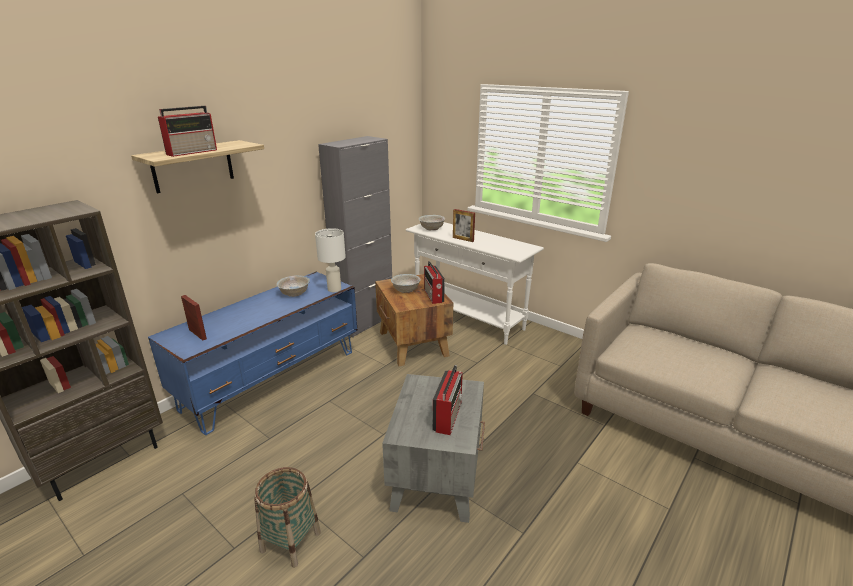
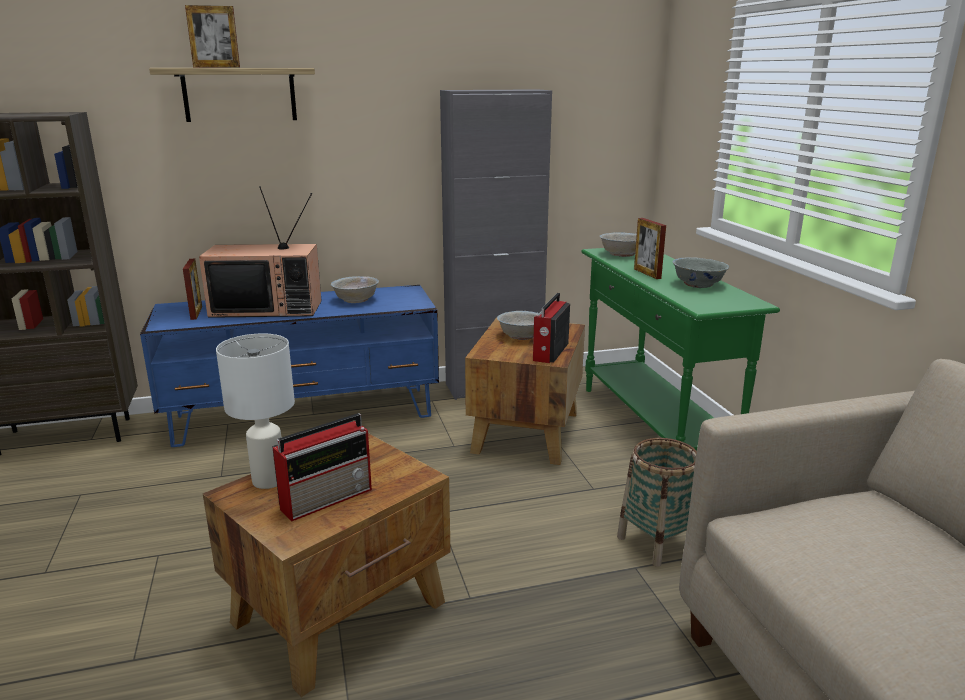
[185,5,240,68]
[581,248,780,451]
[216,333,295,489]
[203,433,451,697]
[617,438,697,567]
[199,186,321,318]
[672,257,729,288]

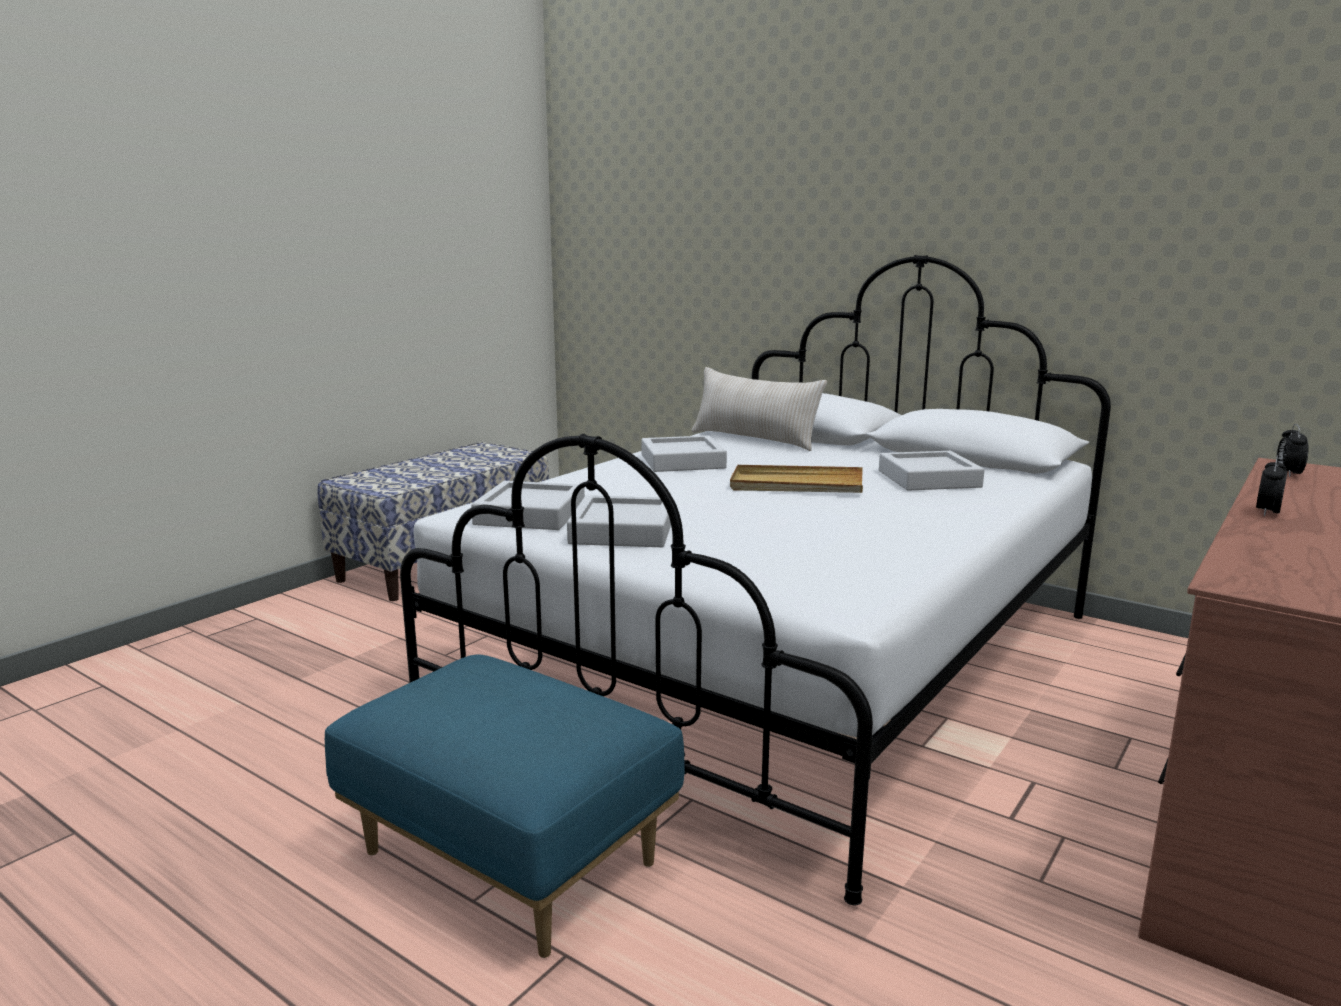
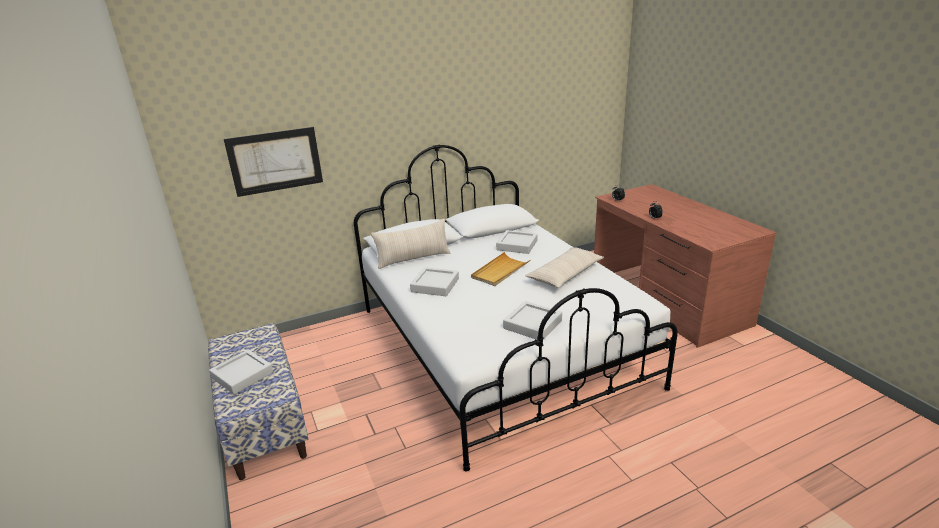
[209,350,273,395]
[325,655,685,958] (first image)
[224,127,323,197]
[525,247,604,288]

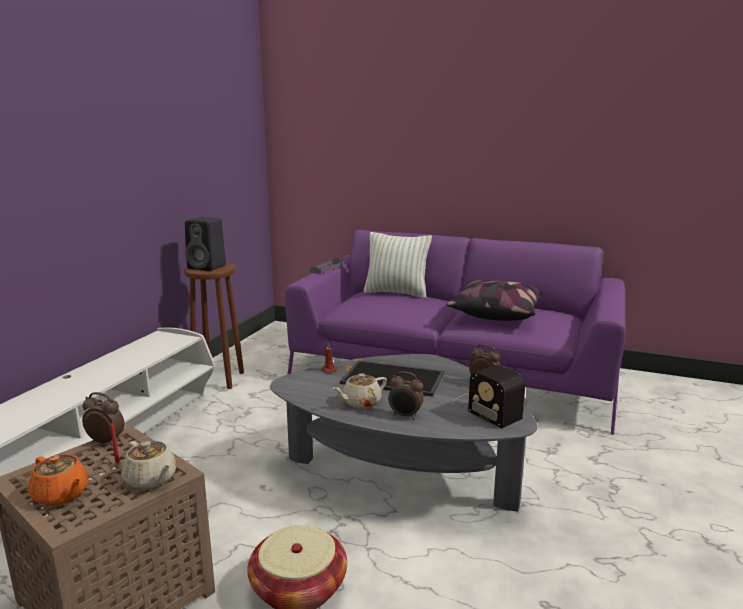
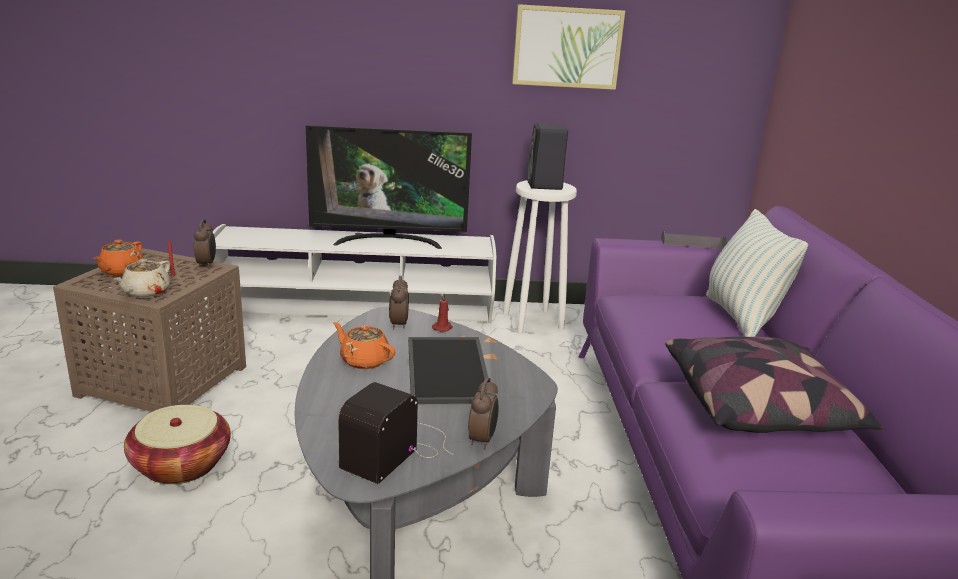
[503,180,577,333]
[389,276,409,330]
[333,322,396,369]
[512,4,625,90]
[306,125,472,249]

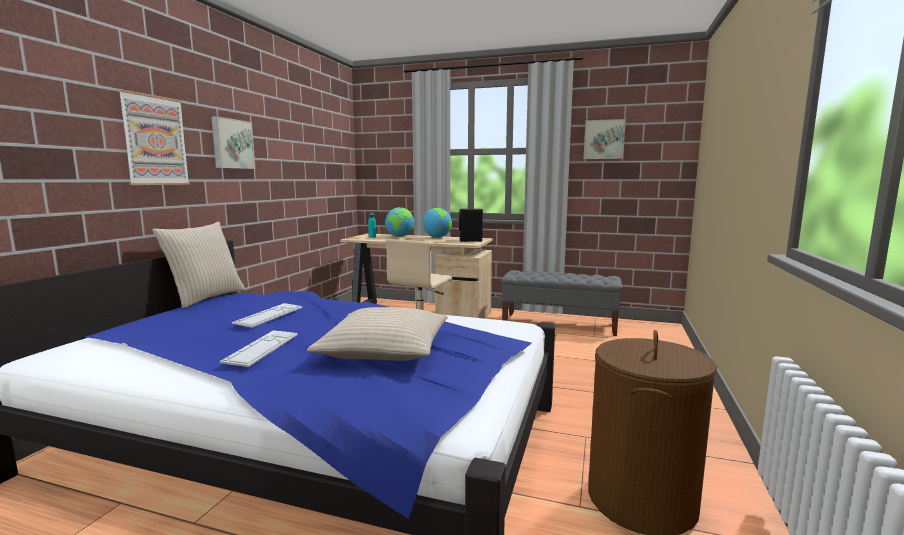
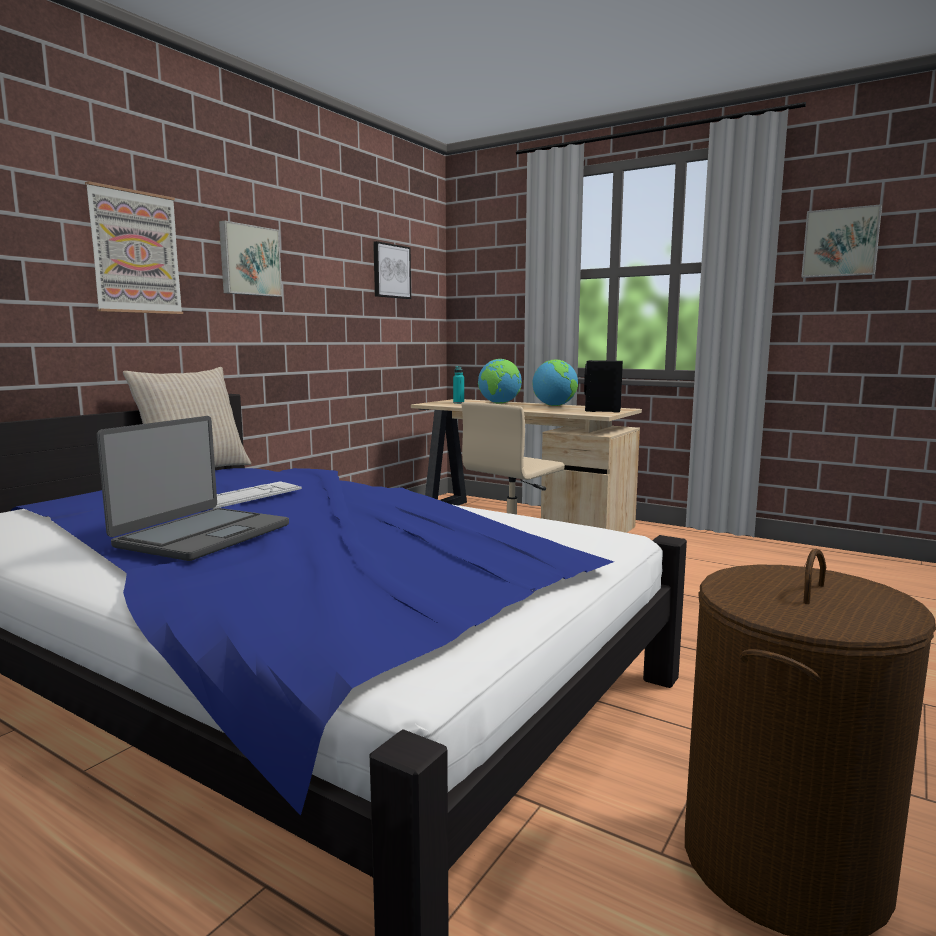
[501,270,622,336] (first image)
[307,307,448,361] (first image)
[97,416,289,561]
[373,241,411,299]

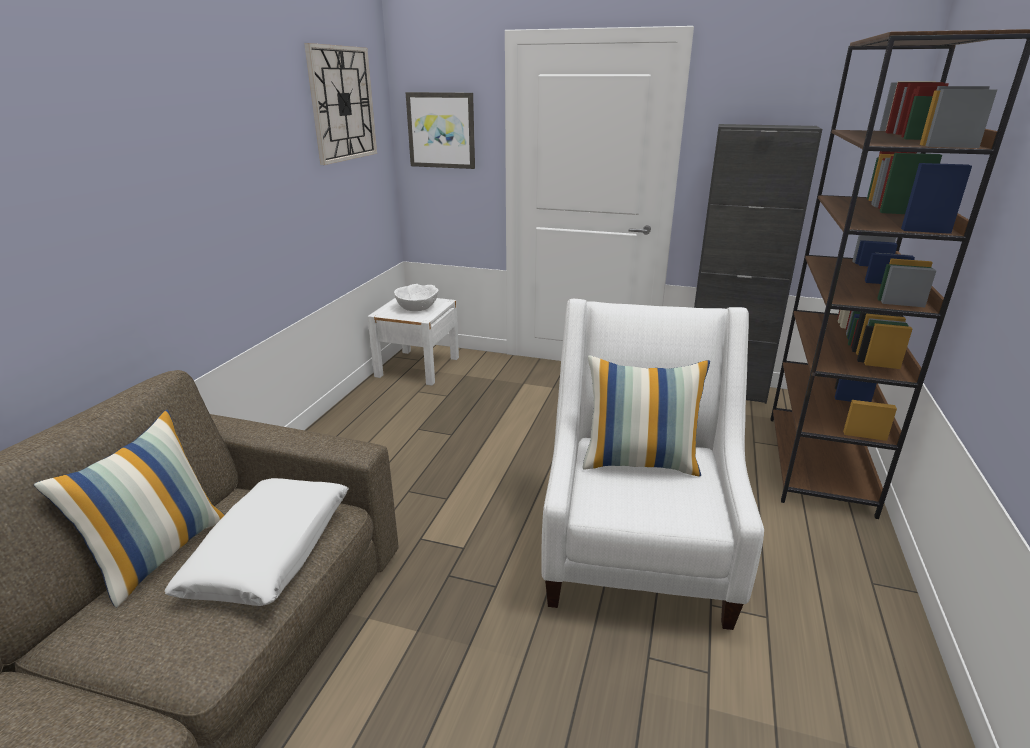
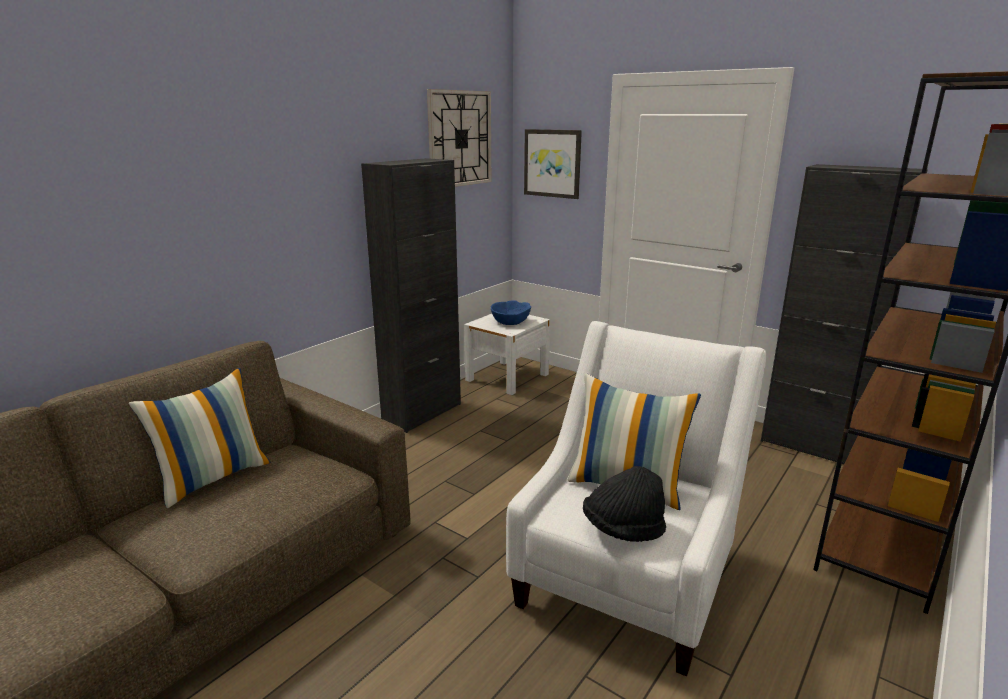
[491,300,531,325]
[164,478,348,606] (first image)
[361,158,461,433]
[583,466,666,542]

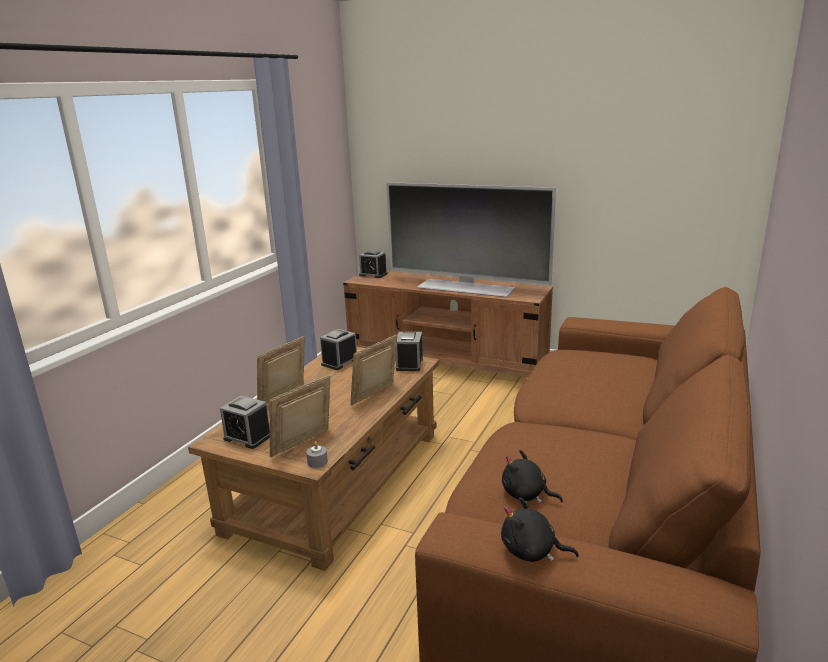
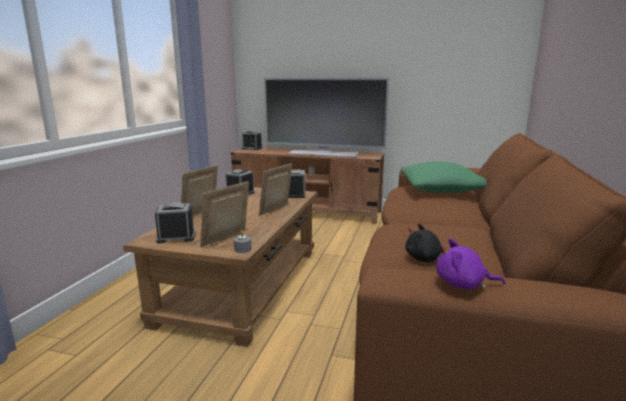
[155,202,196,243]
[436,238,505,289]
[401,161,487,193]

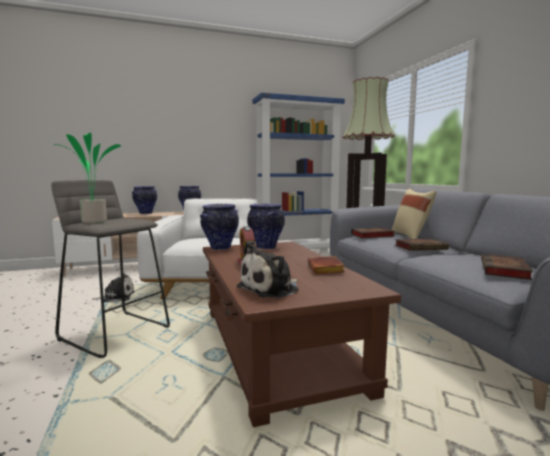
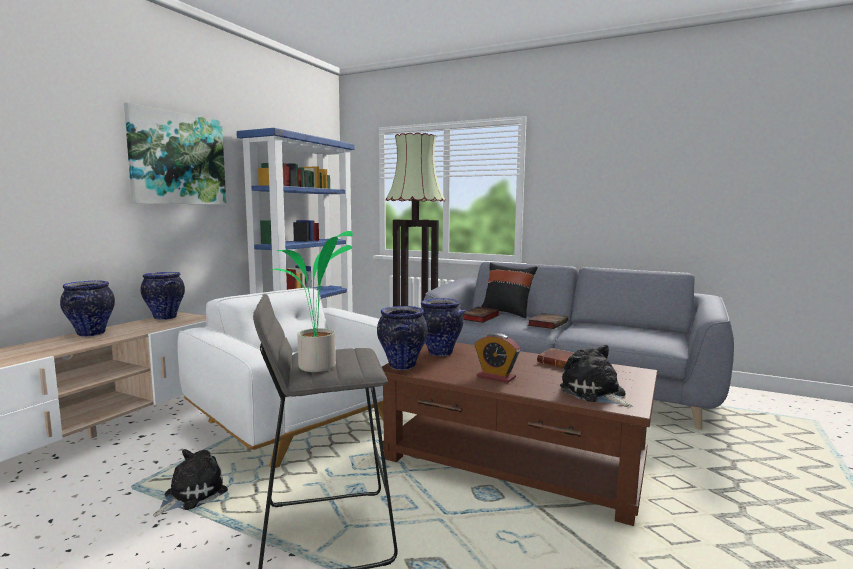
[481,263,538,318]
[560,345,632,407]
[481,254,533,280] (first image)
[124,103,226,205]

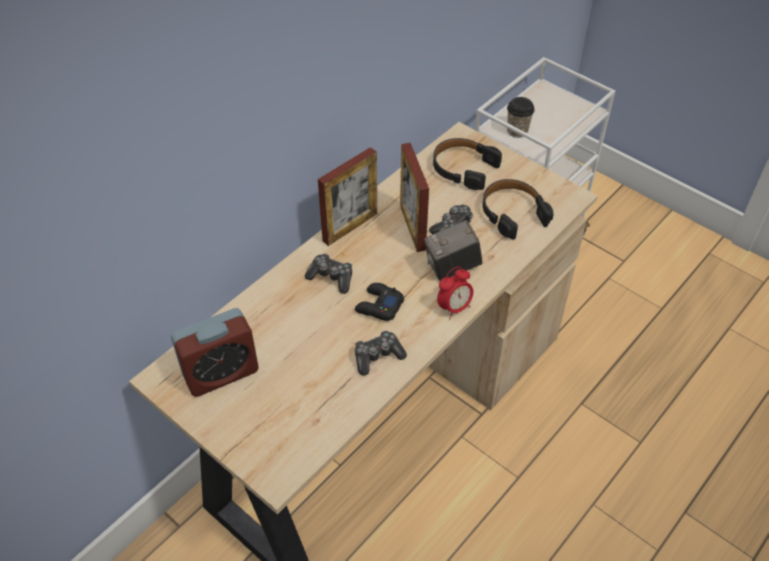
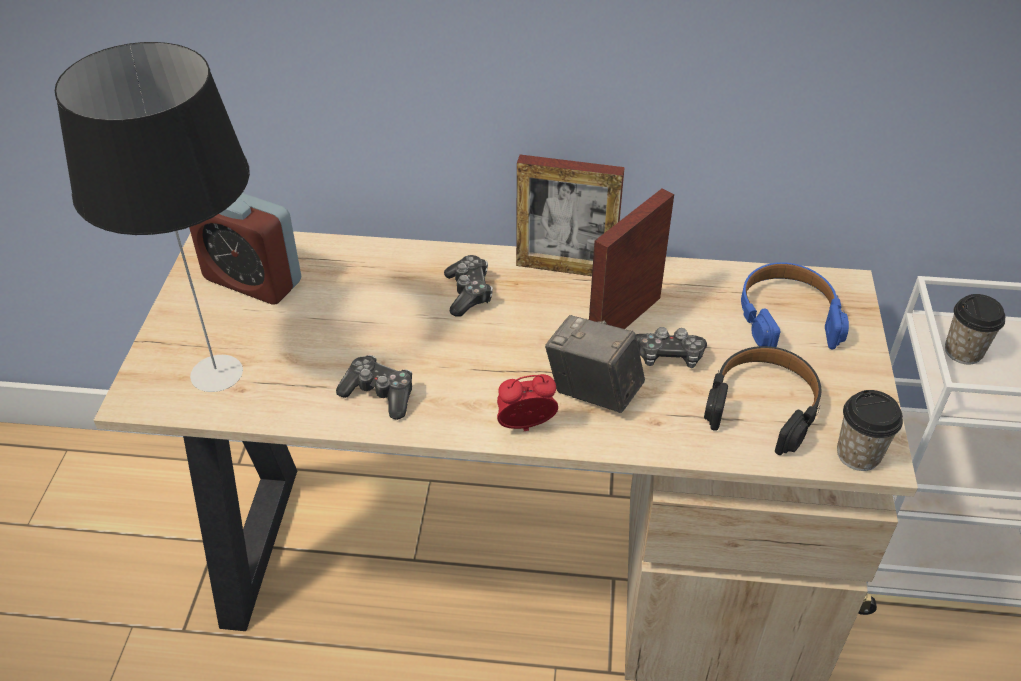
[741,262,849,349]
[497,374,558,431]
[355,283,404,321] (first image)
[55,42,250,392]
[837,390,903,471]

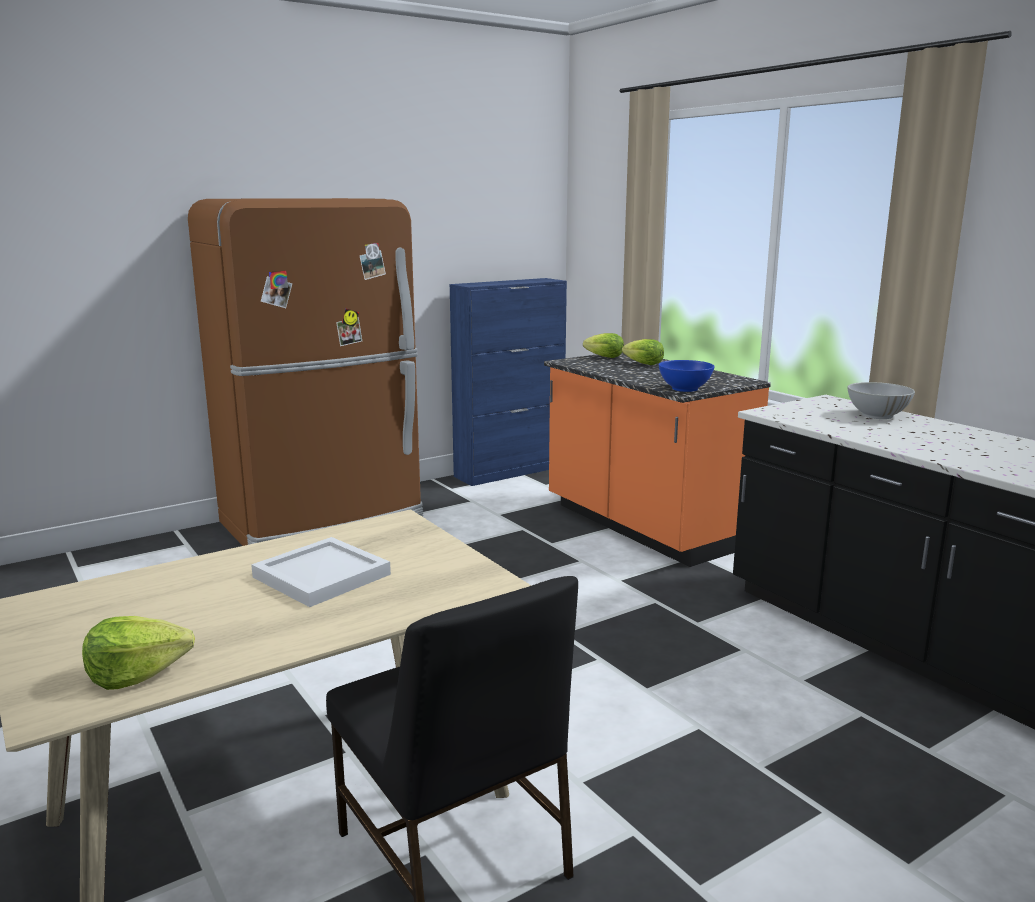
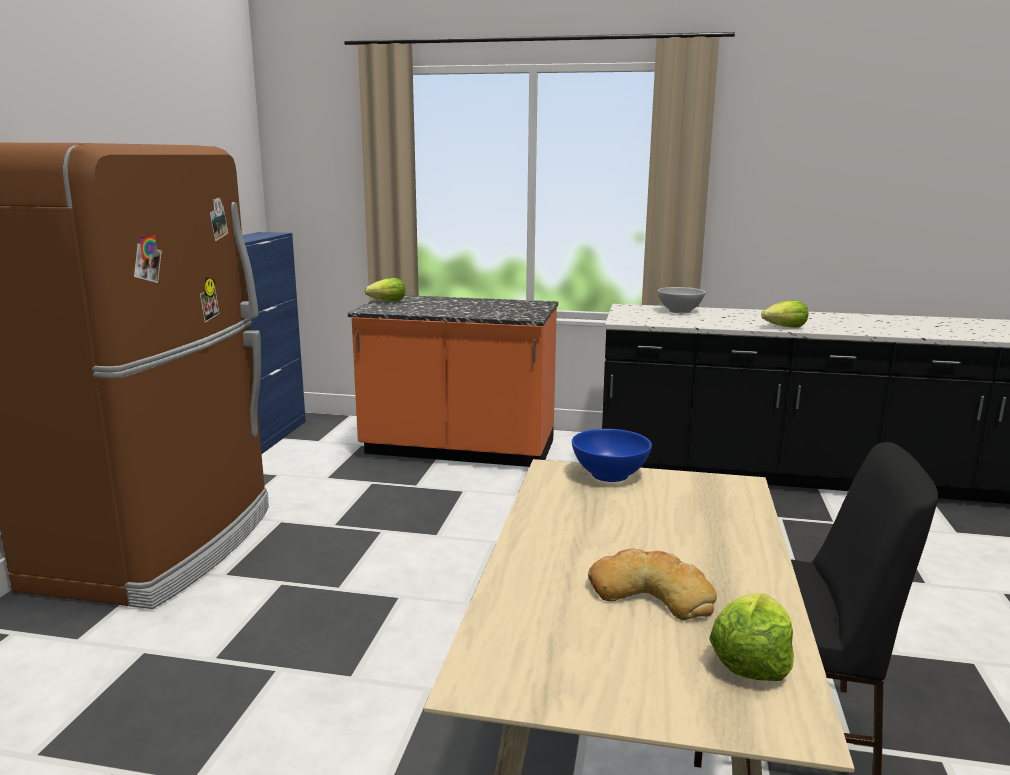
[761,300,808,328]
[572,429,652,482]
[251,537,391,607] (first image)
[588,549,717,620]

